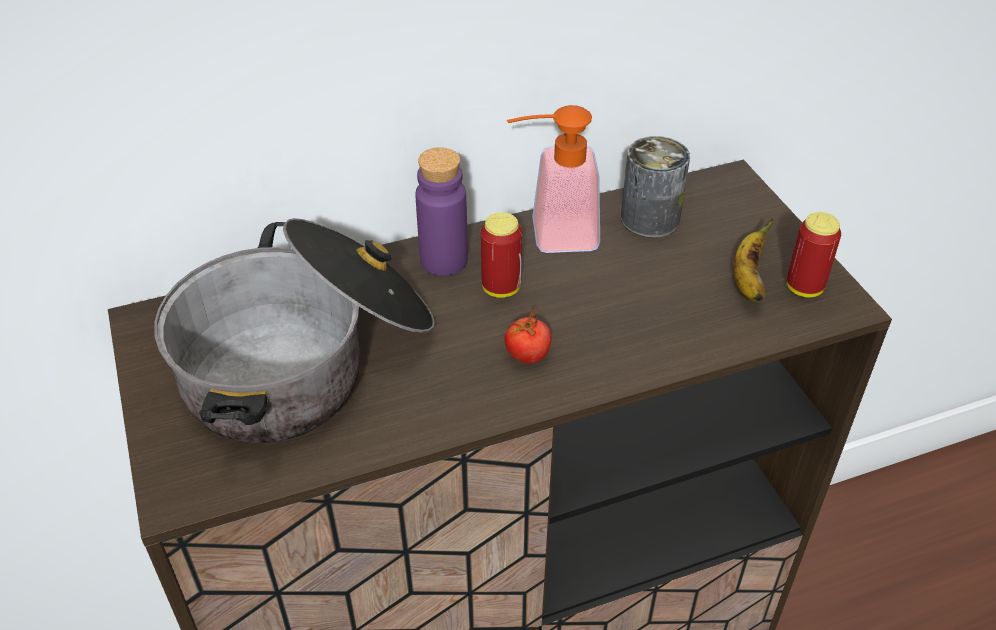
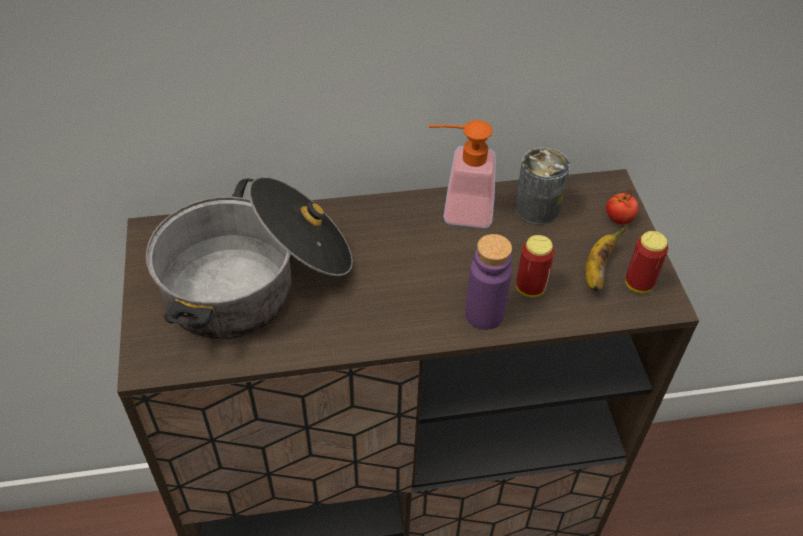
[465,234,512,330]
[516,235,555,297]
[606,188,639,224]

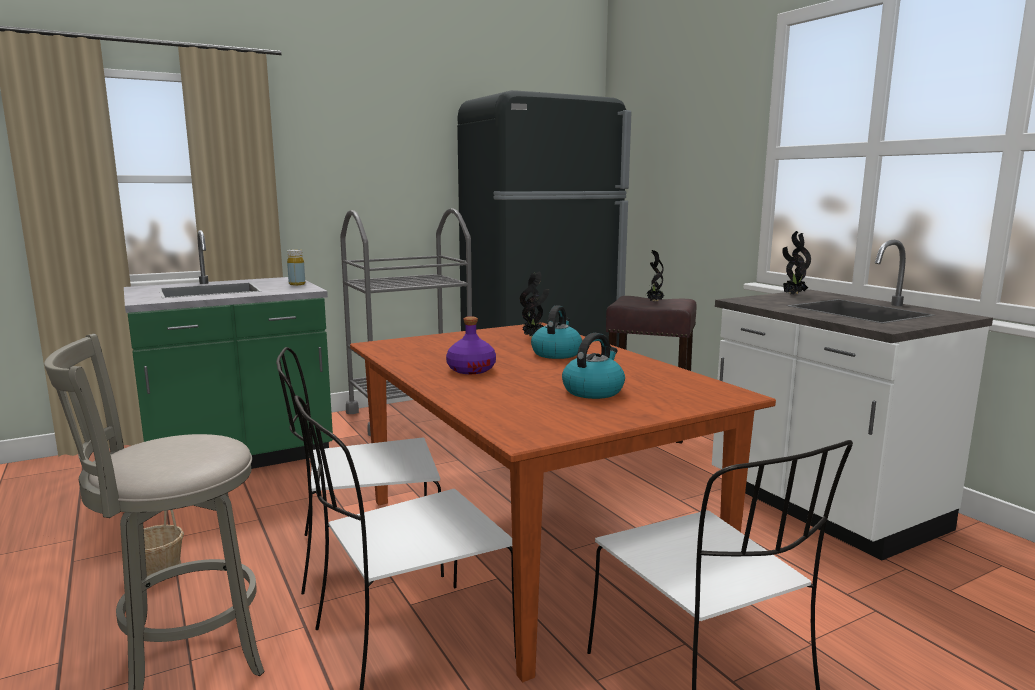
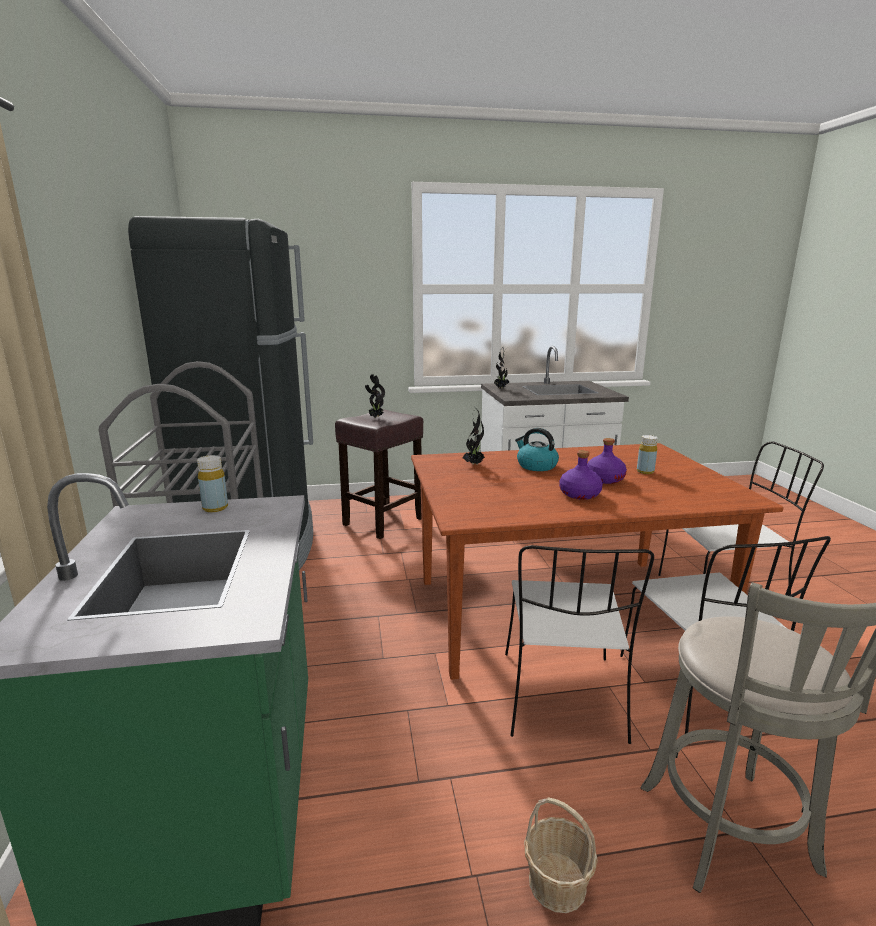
[637,435,658,474]
[587,438,627,484]

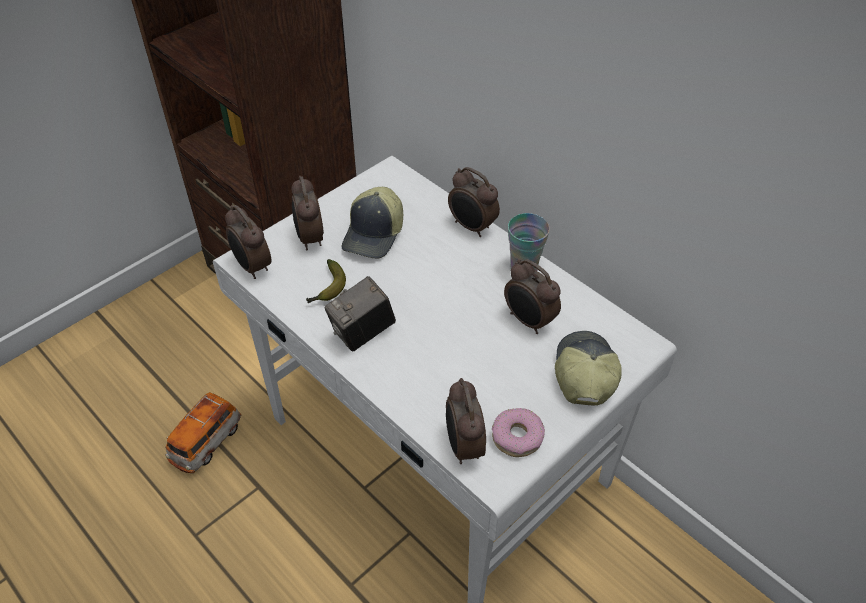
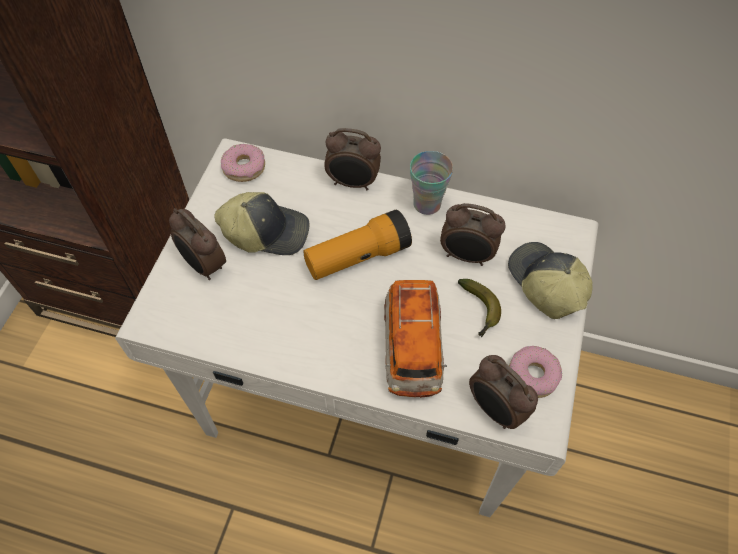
[214,192,310,255]
[225,205,271,279] (first image)
[458,279,501,337]
[324,276,396,352] (first image)
[384,280,447,398]
[221,144,265,182]
[303,210,412,280]

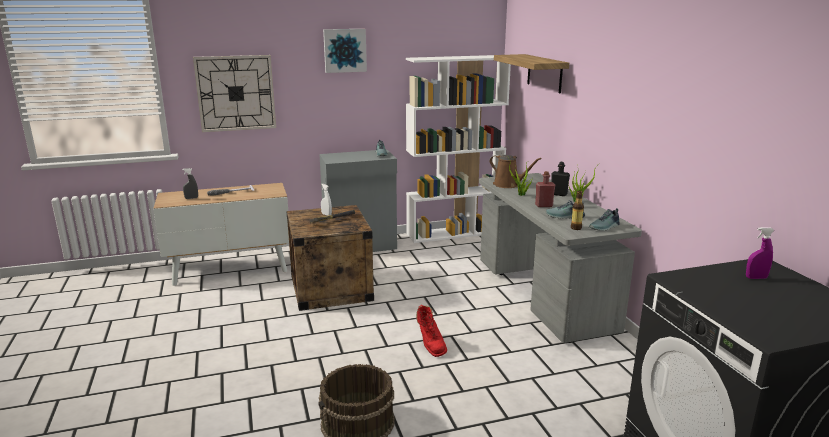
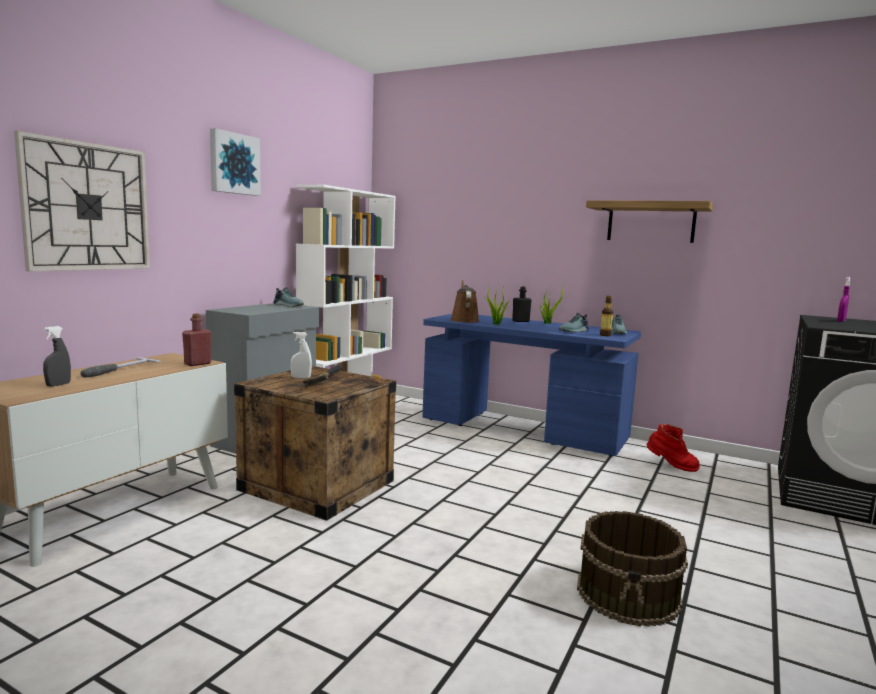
[586,200,713,243]
[450,280,479,323]
[182,314,211,366]
[422,314,641,456]
[646,424,700,472]

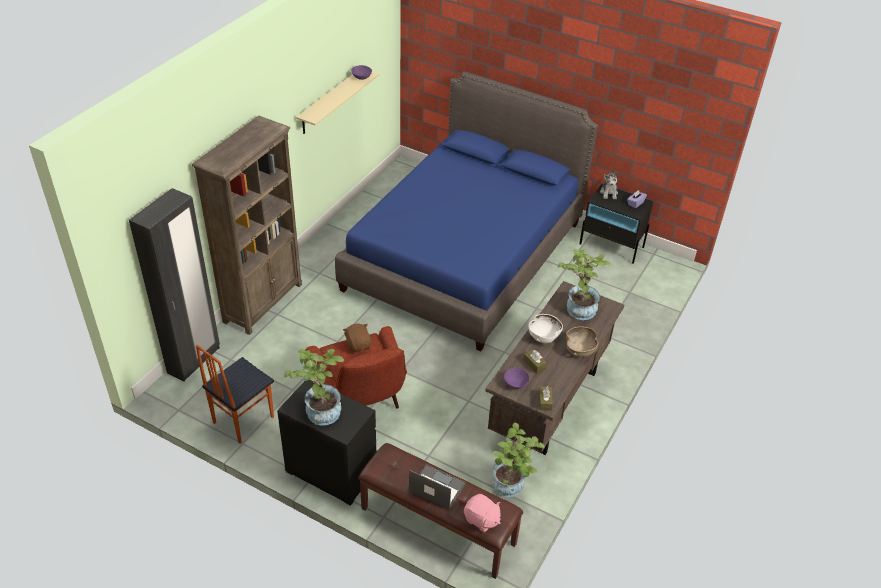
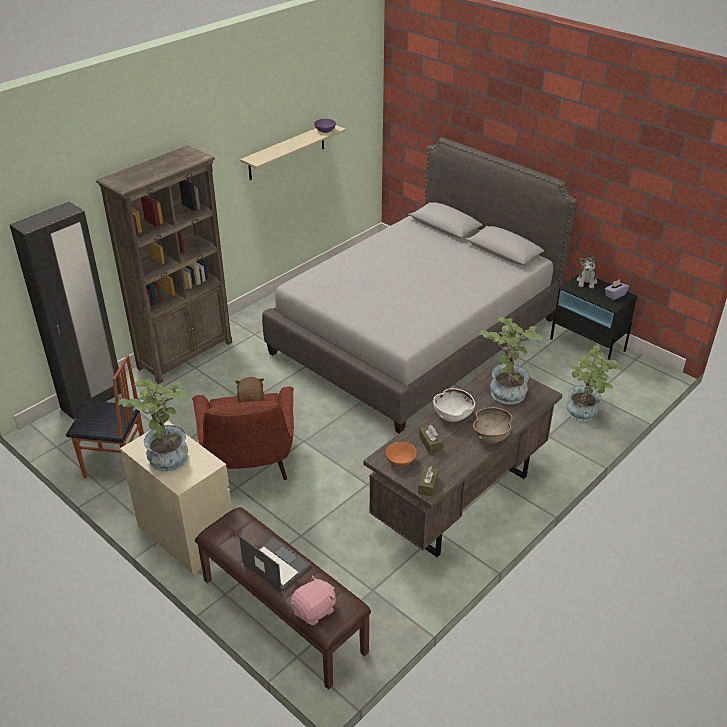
[262,137,578,433]
[66,355,144,478]
[386,442,417,466]
[120,421,232,575]
[566,345,623,421]
[290,575,336,625]

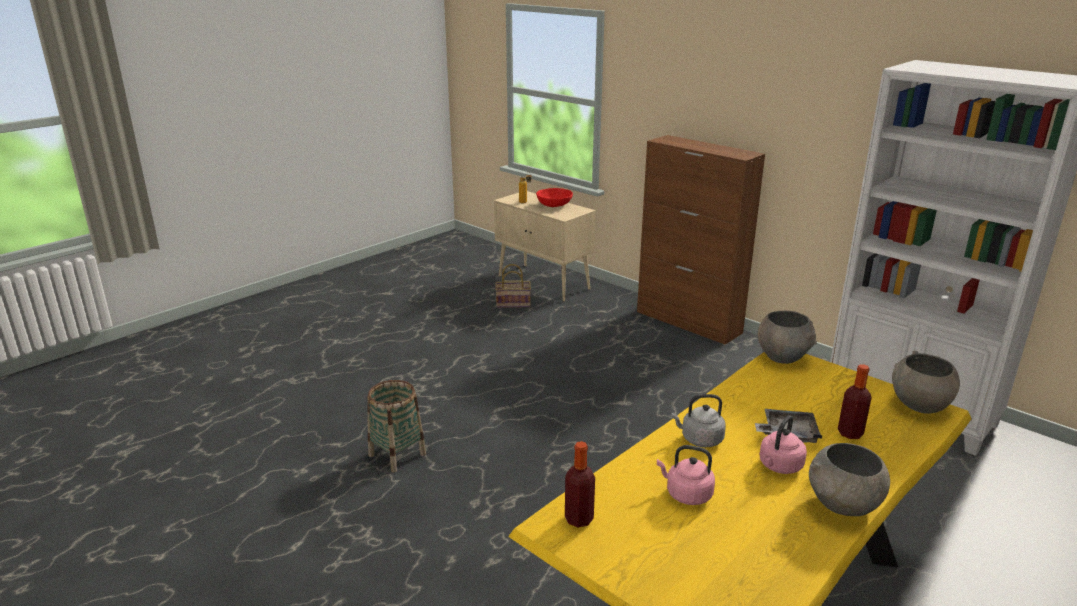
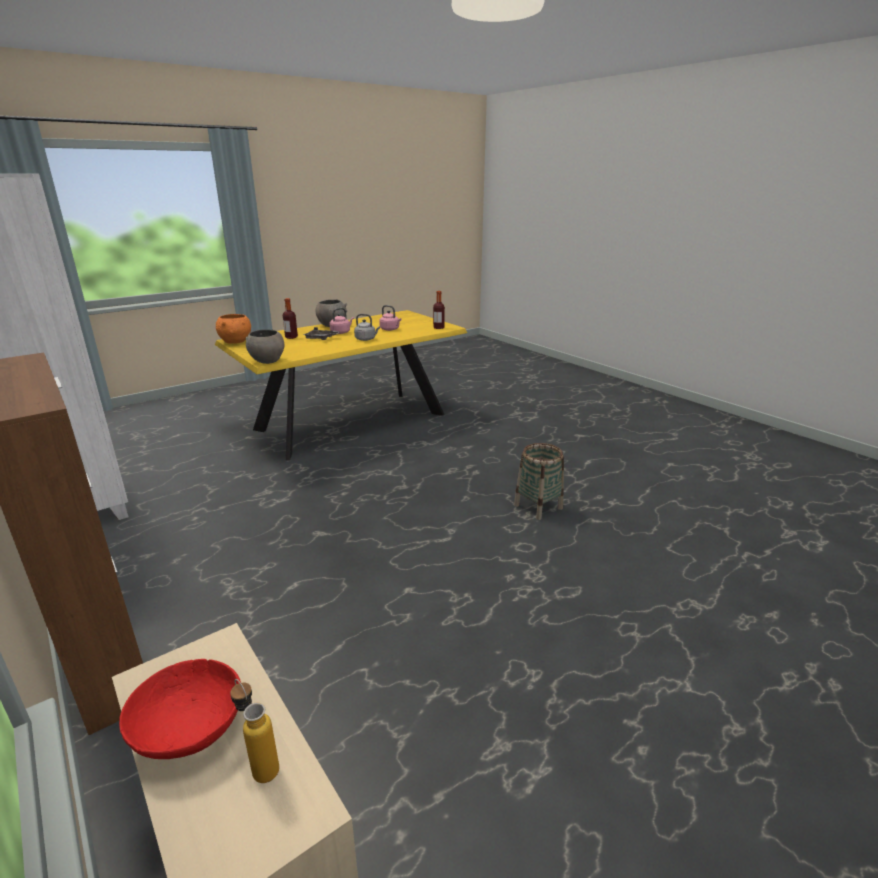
[495,264,531,308] (first image)
[216,314,251,344]

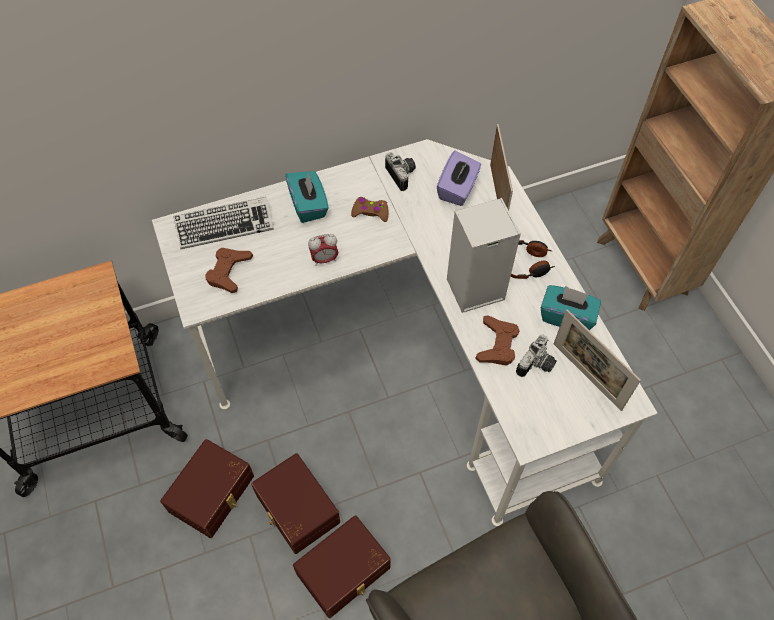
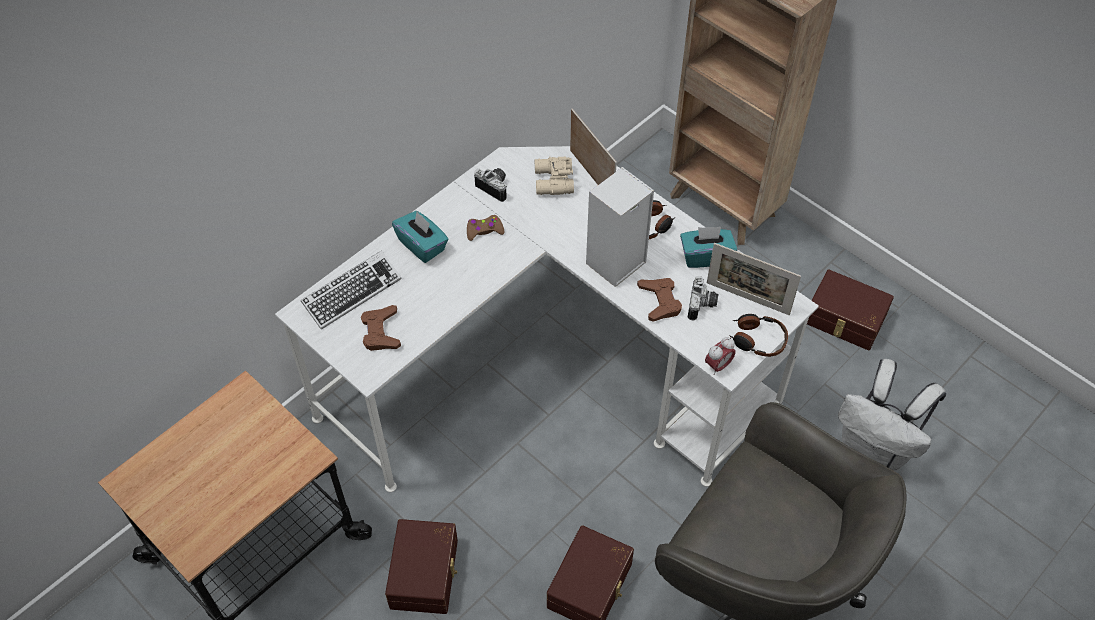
[535,156,574,195]
[705,337,736,375]
[807,269,894,350]
[729,314,788,357]
[838,359,946,471]

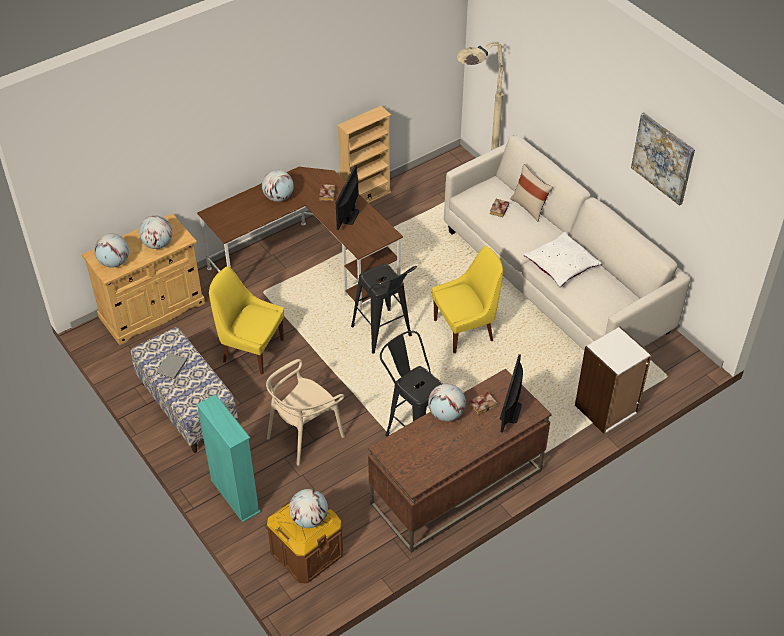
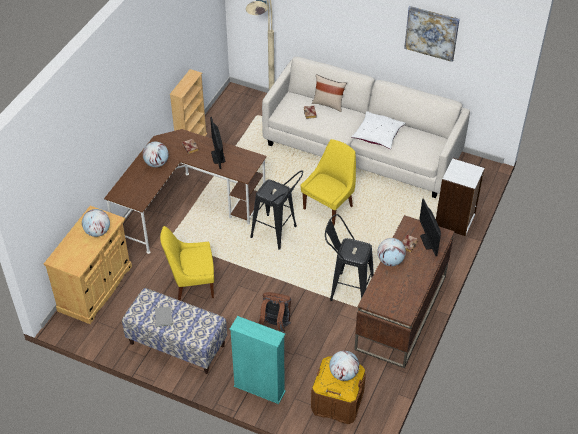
[94,234,129,268] (first image)
[258,292,291,333]

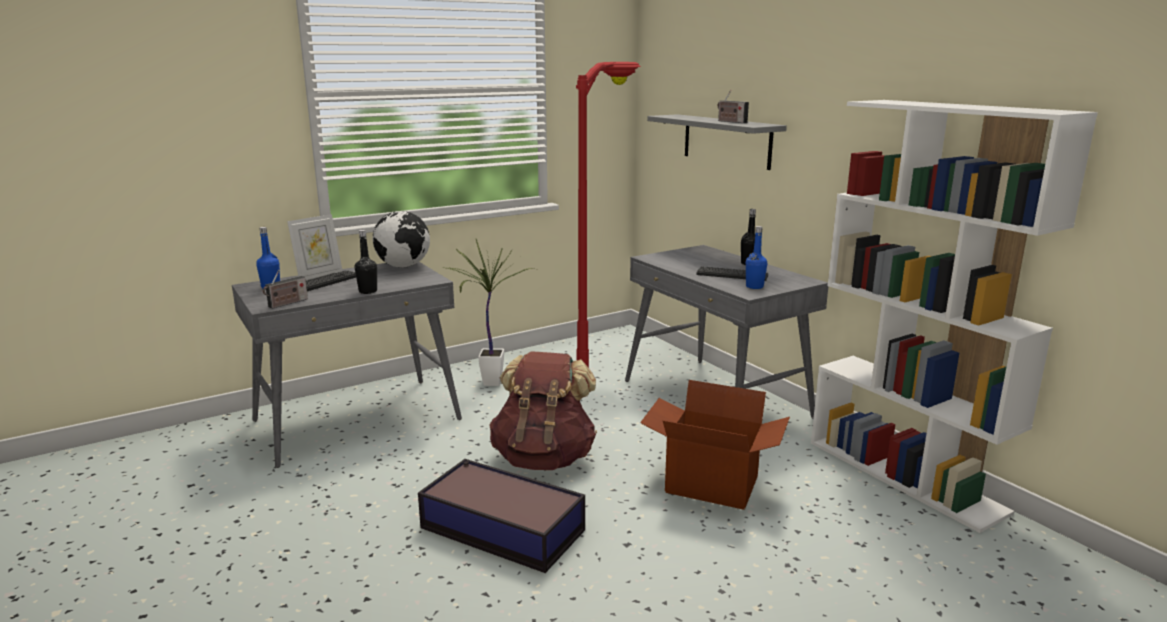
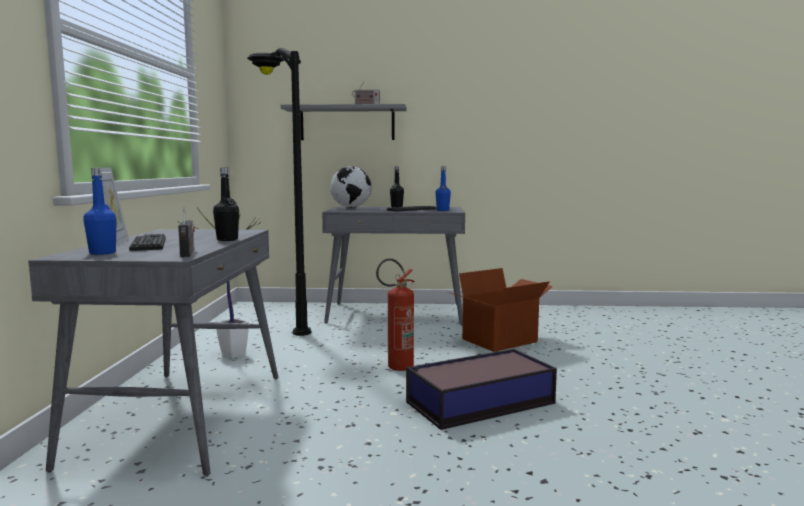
[247,48,311,336]
[811,100,1098,533] (first image)
[330,166,371,208]
[376,258,415,371]

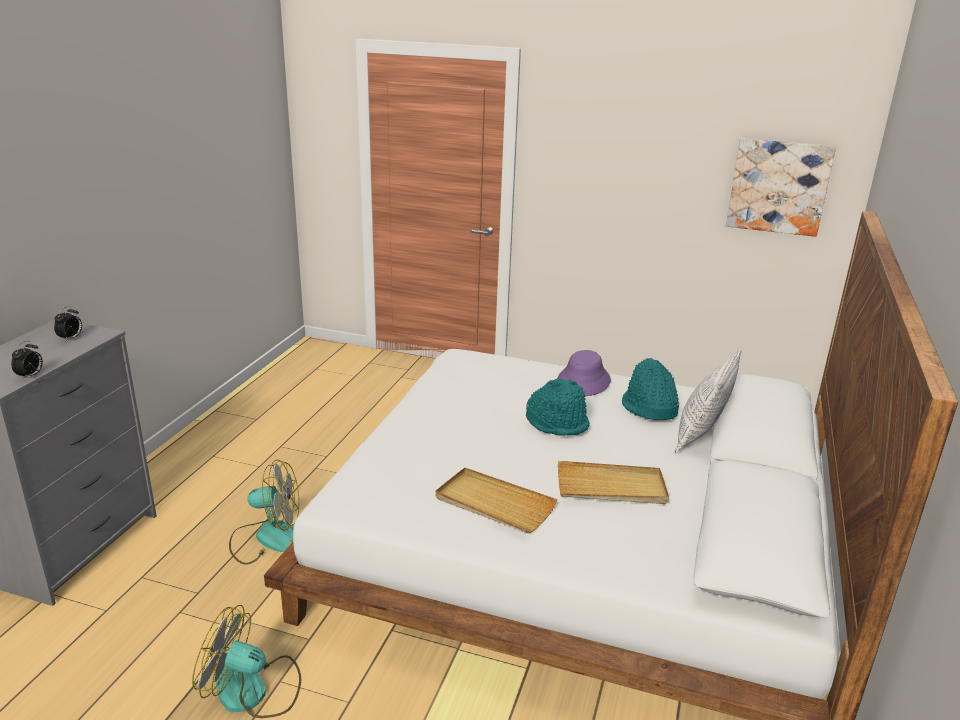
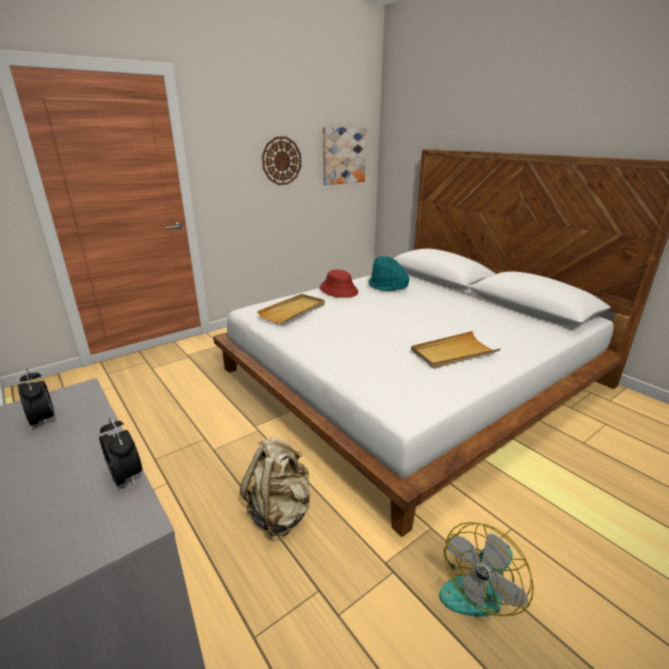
[675,349,741,453] (first image)
[320,269,358,298]
[526,378,590,436] (first image)
[240,438,311,537]
[257,294,325,324]
[262,137,301,185]

